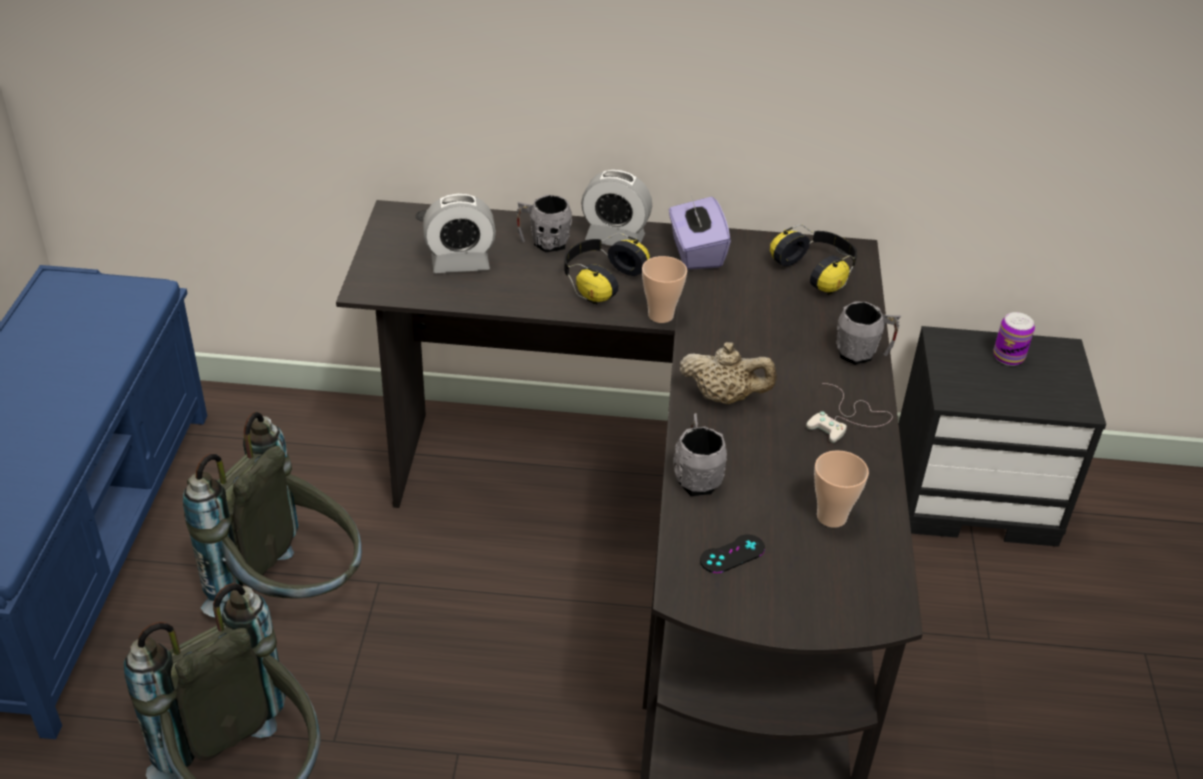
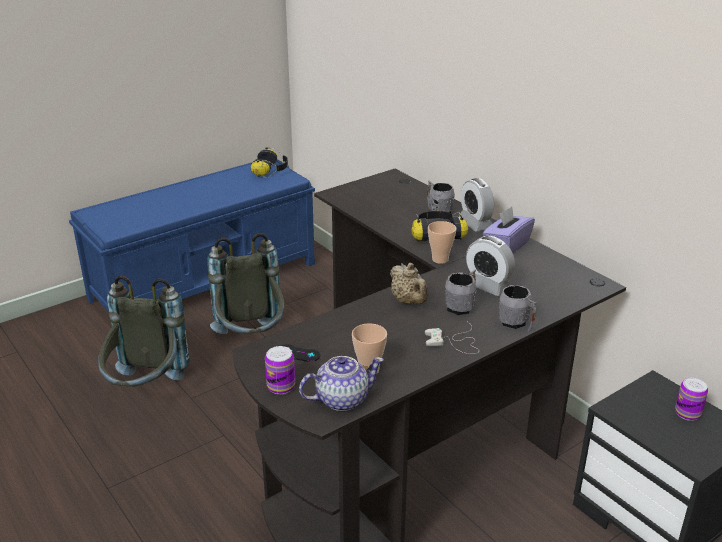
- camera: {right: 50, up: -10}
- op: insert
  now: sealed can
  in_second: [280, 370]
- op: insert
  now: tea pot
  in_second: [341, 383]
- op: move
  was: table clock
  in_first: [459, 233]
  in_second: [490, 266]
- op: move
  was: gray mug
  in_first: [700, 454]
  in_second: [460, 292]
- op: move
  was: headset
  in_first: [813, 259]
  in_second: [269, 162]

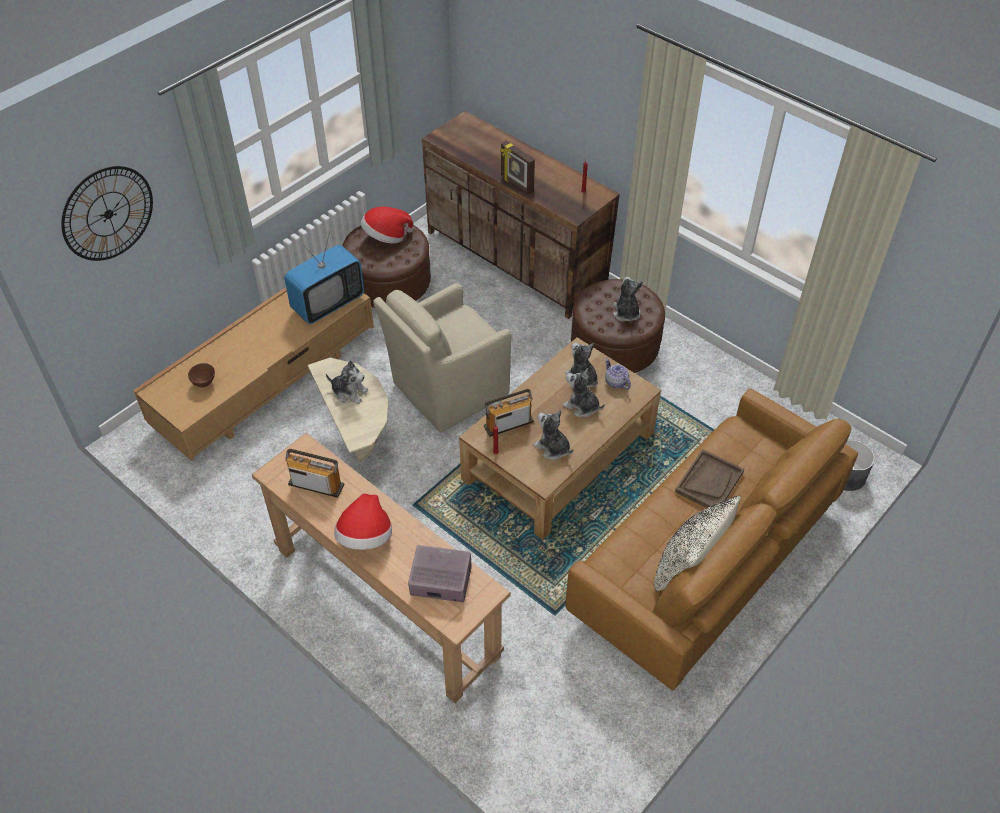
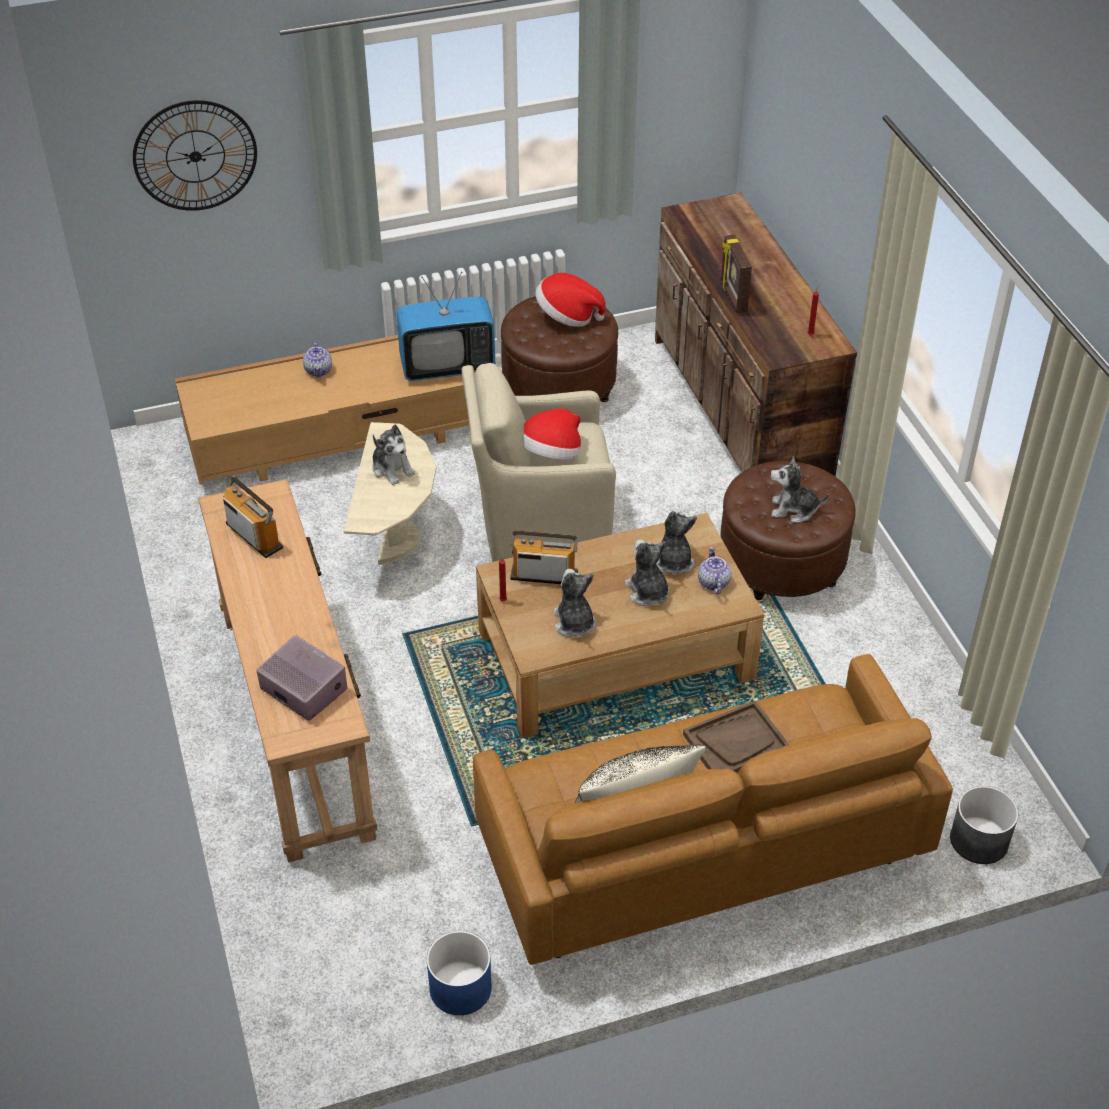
- camera: {right: 30, up: -5}
- op: delete
  was: brownish serving bowl
  in_first: [201, 375]
- op: insert
  now: tea pot
  in_second: [317, 359]
- op: insert
  now: blue-coloured planter
  in_second: [459, 973]
- op: move
  was: wearable hat
  in_first: [363, 522]
  in_second: [552, 434]
- op: rotate
  was: plush toy
  in_first: [628, 299]
  in_second: [799, 489]
  clockwise: -105

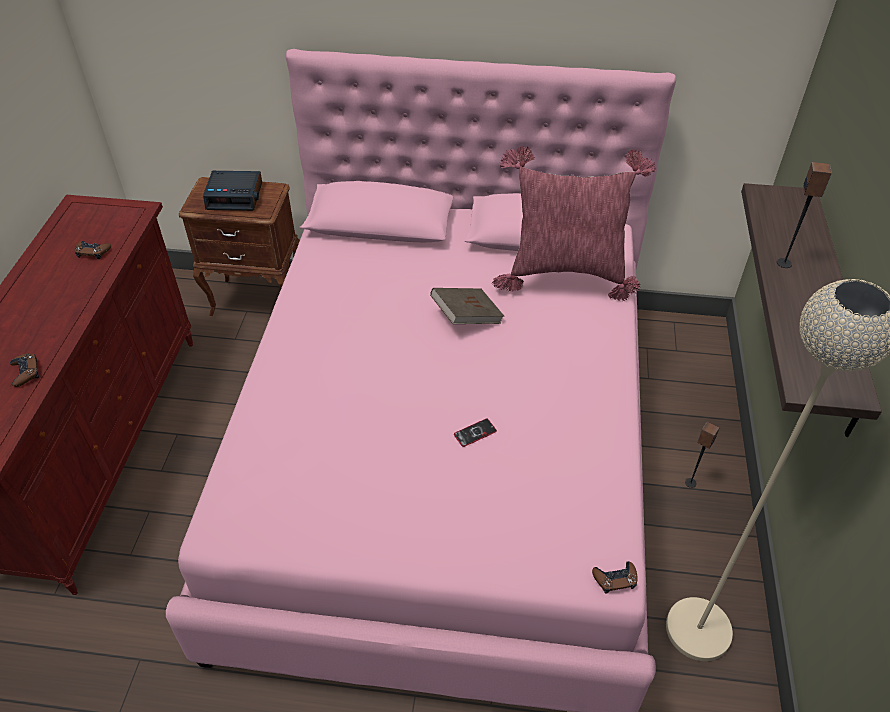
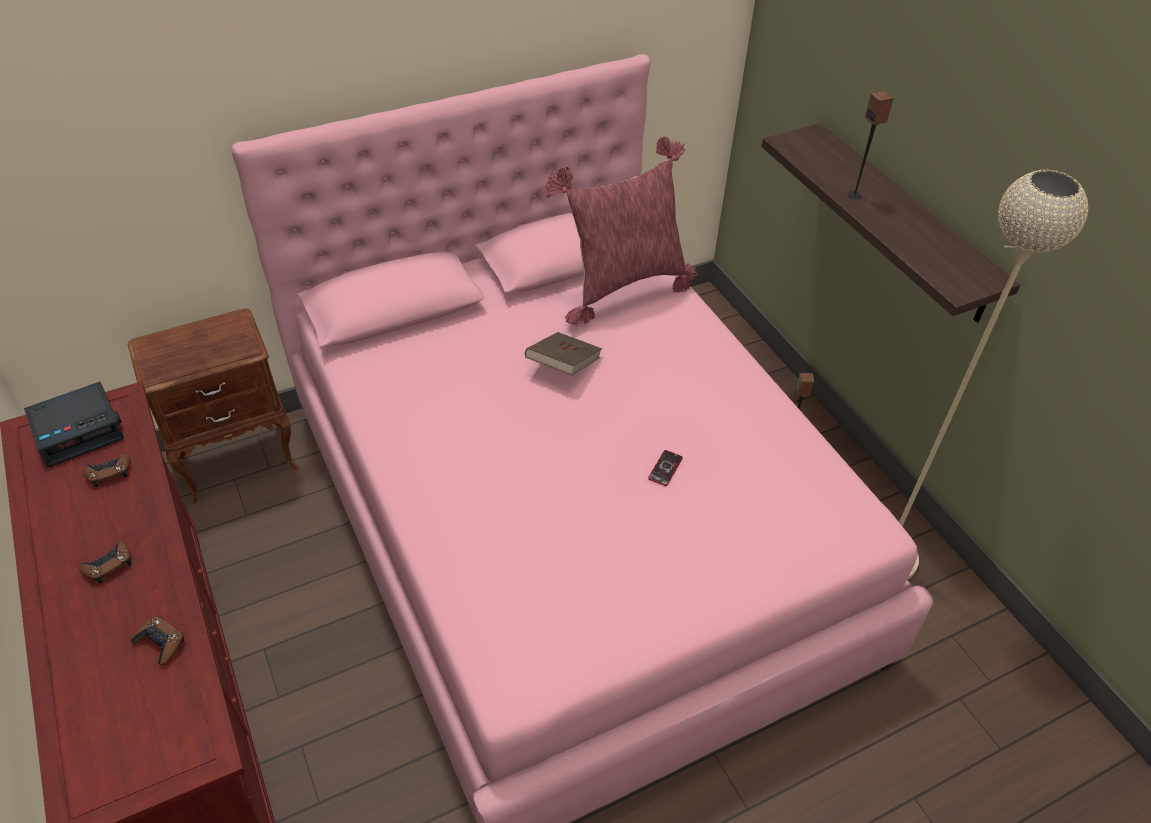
- camera: {right: -35, up: 0}
- op: move
  was: table clock
  in_first: [232, 191]
  in_second: [74, 424]
- op: move
  was: brownish joypad
  in_first: [615, 577]
  in_second: [105, 562]

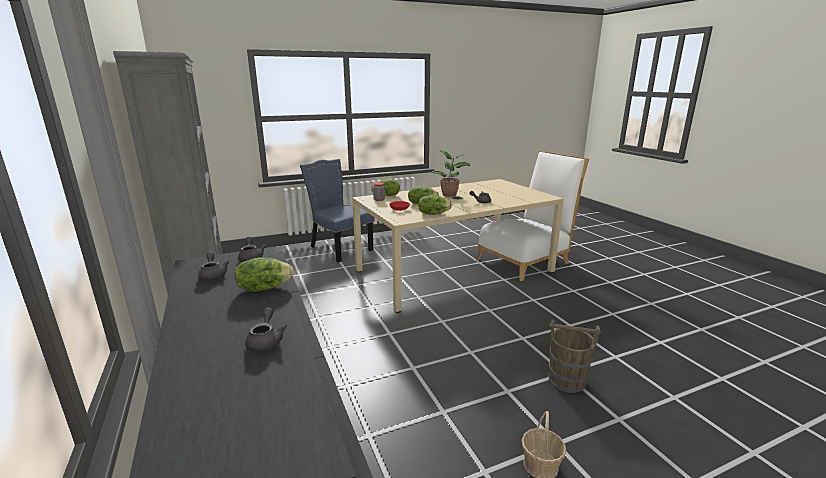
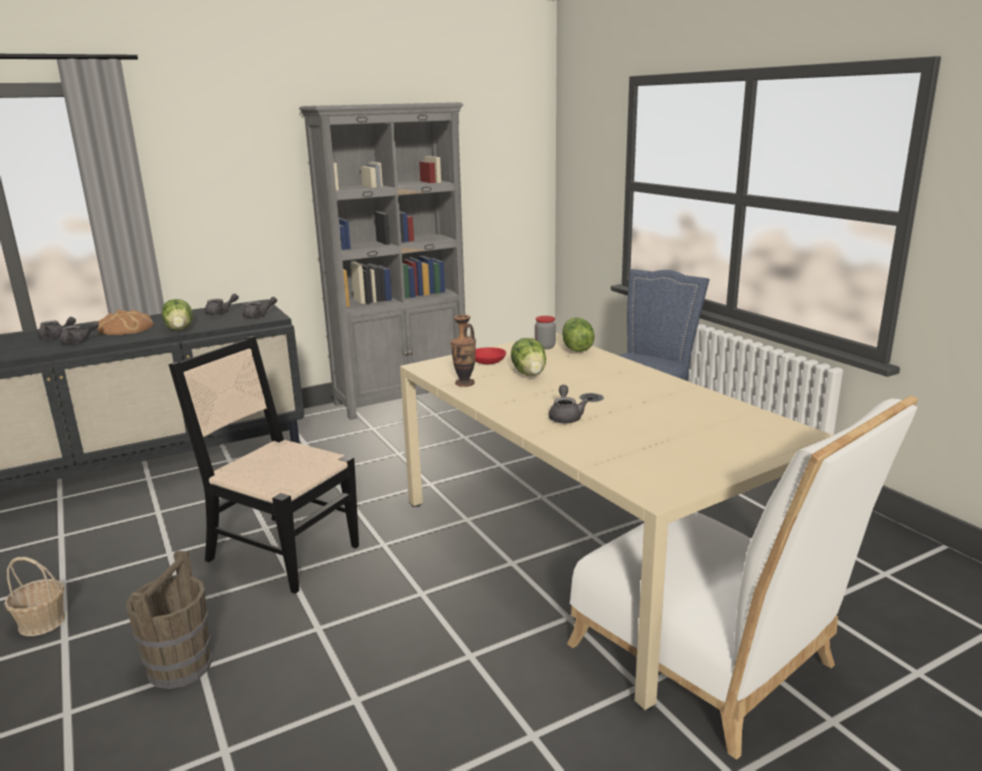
- camera: {right: 85, up: 0}
- op: delete
  was: potted plant
  in_first: [450, 173]
- op: insert
  now: gray tea pot
  in_second: [57, 328]
- op: insert
  now: bread
  in_second: [125, 322]
- op: insert
  now: chair
  in_second: [264, 465]
- op: replace
  was: head of lettuce
  now: flower vase
  in_first: [435, 205]
  in_second: [463, 351]

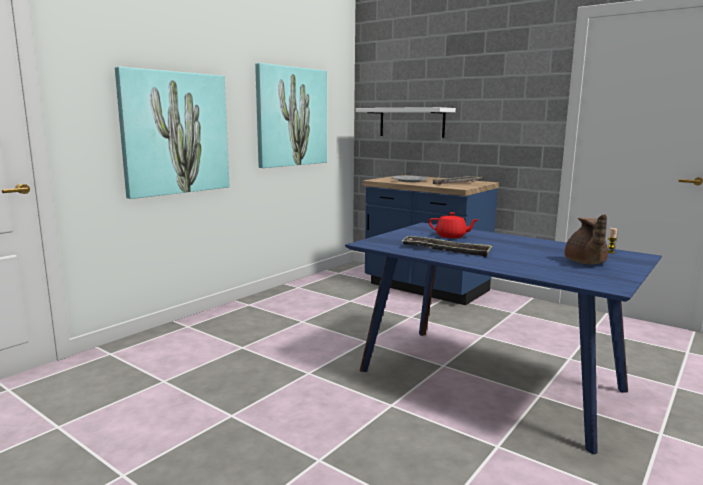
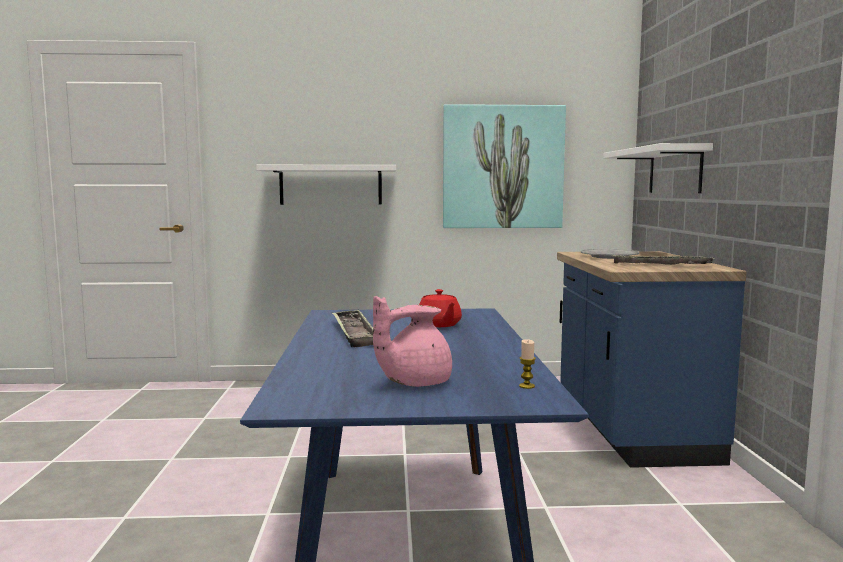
- camera: {right: 50, up: -5}
- op: replace
  was: picture
  now: whitish wall shelf
  in_first: [172, 133]
  in_second: [326, 185]
- op: recolor
  was: brownish tea pot
  now: pink-coloured tea pot
  in_first: [586, 239]
  in_second: [412, 341]

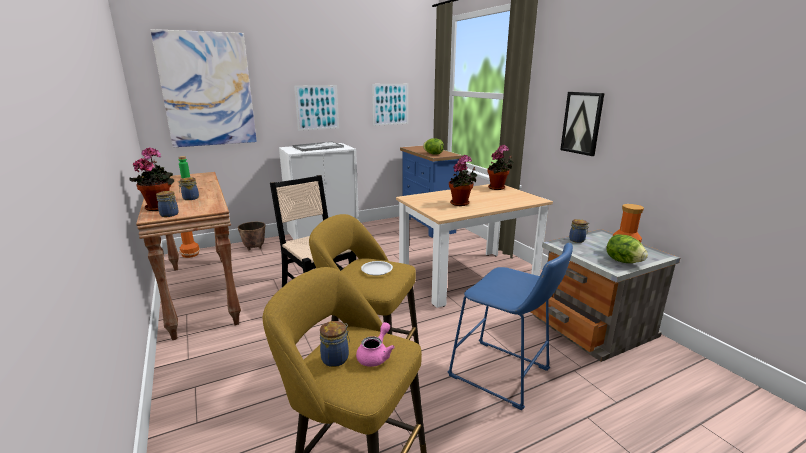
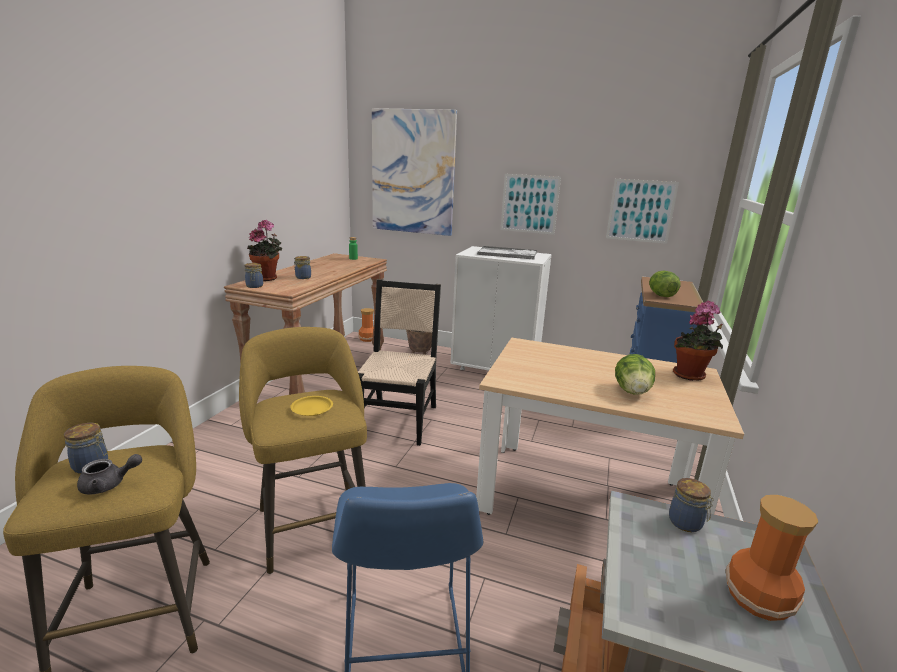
- camera: {right: 45, up: 0}
- op: delete
  was: potted plant
  in_first: [463, 180]
- op: delete
  was: picture
  in_first: [582, 124]
- op: move
  was: head of lettuce
  in_first: [627, 248]
  in_second: [635, 374]
- op: recolor
  was: pink-coloured tea pot
  now: gray tea pot
  in_first: [375, 344]
  in_second: [109, 474]
- op: recolor
  was: whitish flat dish
  now: yellow flat dish
  in_first: [377, 268]
  in_second: [311, 406]

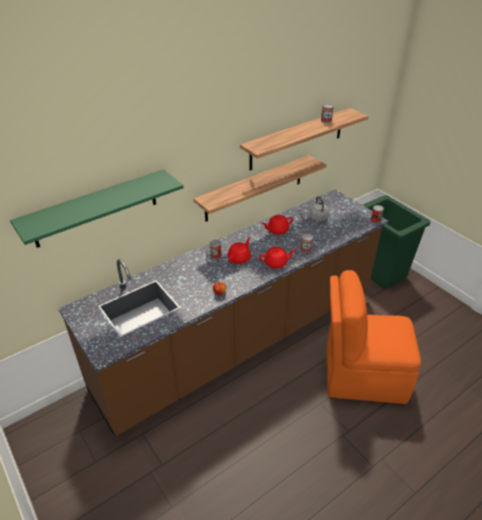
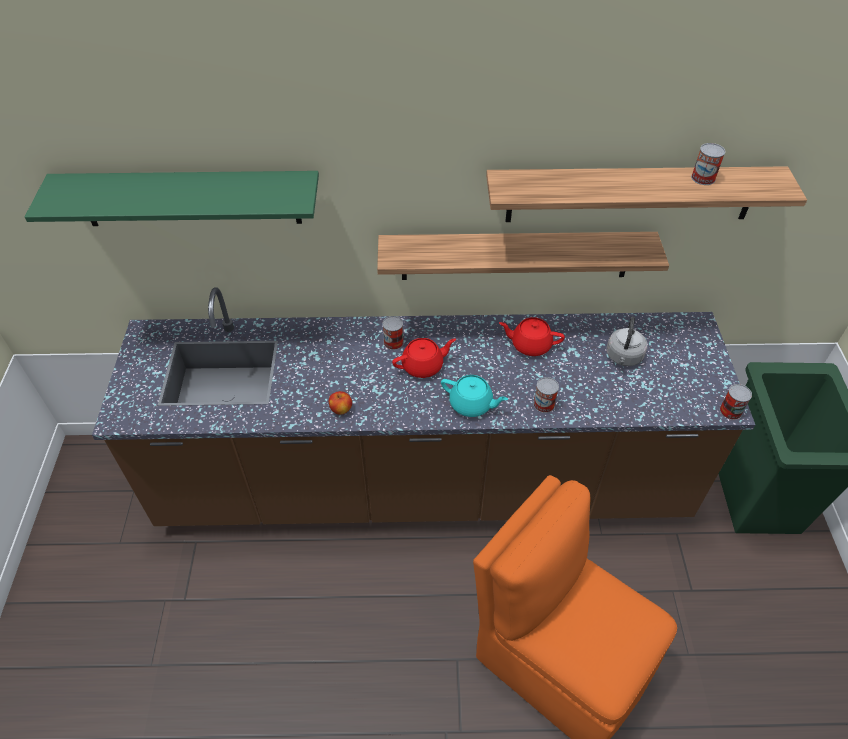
- camera: {right: 35, up: 10}
- op: recolor
  was: red-coloured tea pot
  now: turquoise-coloured tea pot
  in_first: [277, 258]
  in_second: [474, 396]

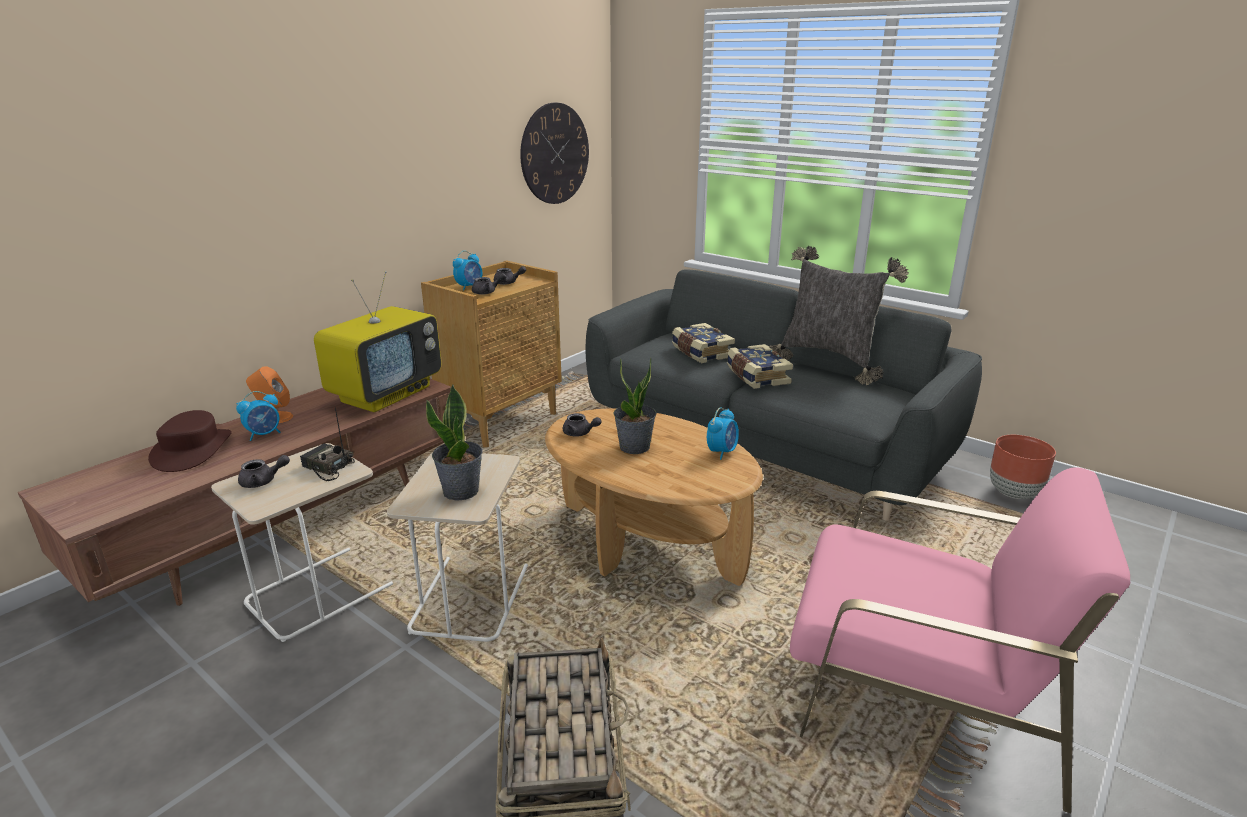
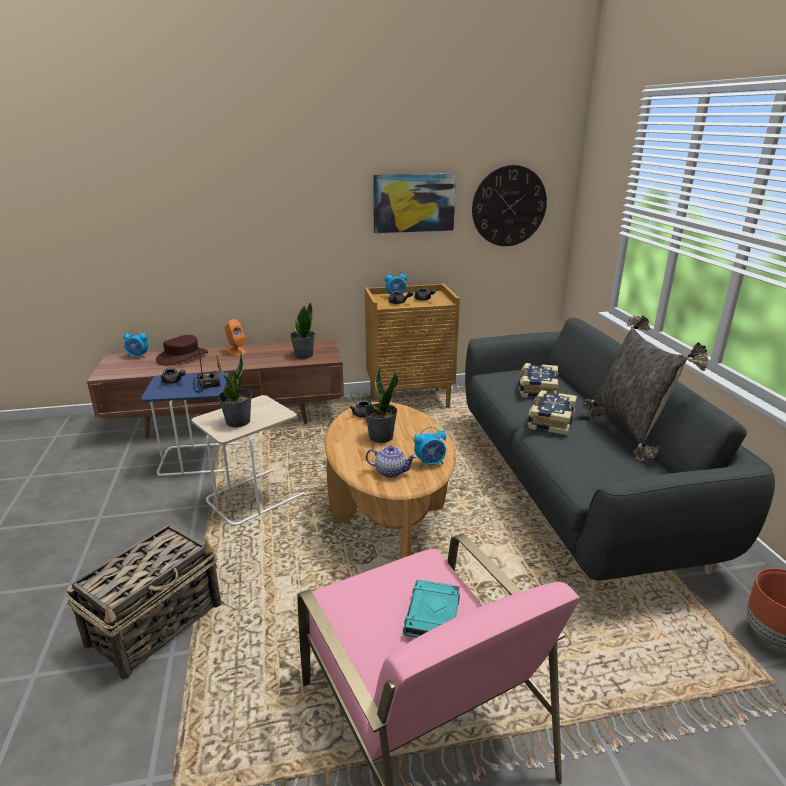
- camera: {right: 40, up: 0}
- op: insert
  now: tea pot
  in_second: [391, 462]
- op: insert
  now: picture
  in_second: [414, 203]
- op: insert
  now: turquoise-coloured book
  in_second: [431, 609]
- op: move
  was: table clock
  in_first: [258, 416]
  in_second: [136, 343]
- op: replace
  was: television
  now: potted plant
  in_first: [377, 341]
  in_second: [302, 330]
- op: recolor
  was: beige side table
  now: blue-coloured side table
  in_first: [302, 542]
  in_second: [189, 424]

